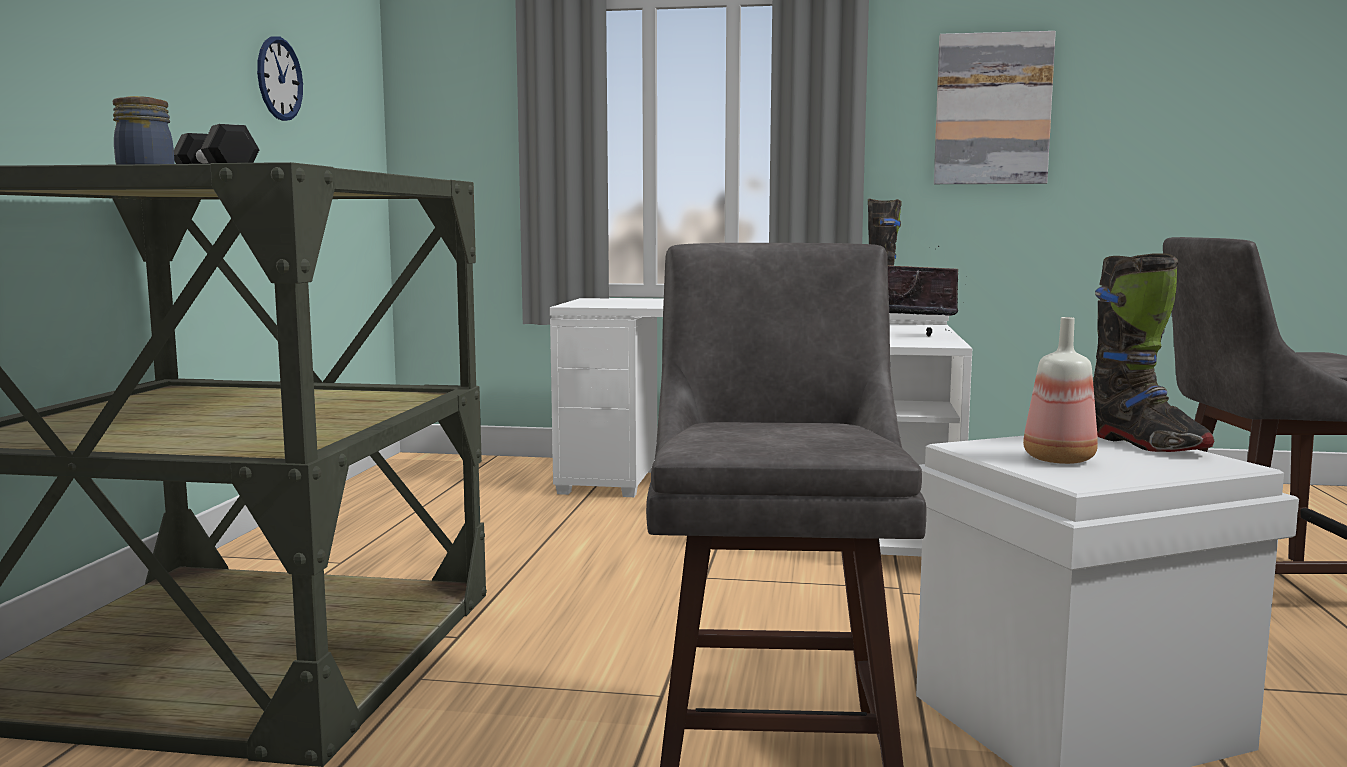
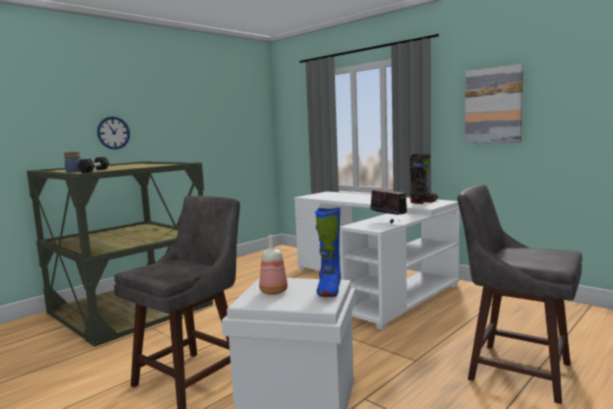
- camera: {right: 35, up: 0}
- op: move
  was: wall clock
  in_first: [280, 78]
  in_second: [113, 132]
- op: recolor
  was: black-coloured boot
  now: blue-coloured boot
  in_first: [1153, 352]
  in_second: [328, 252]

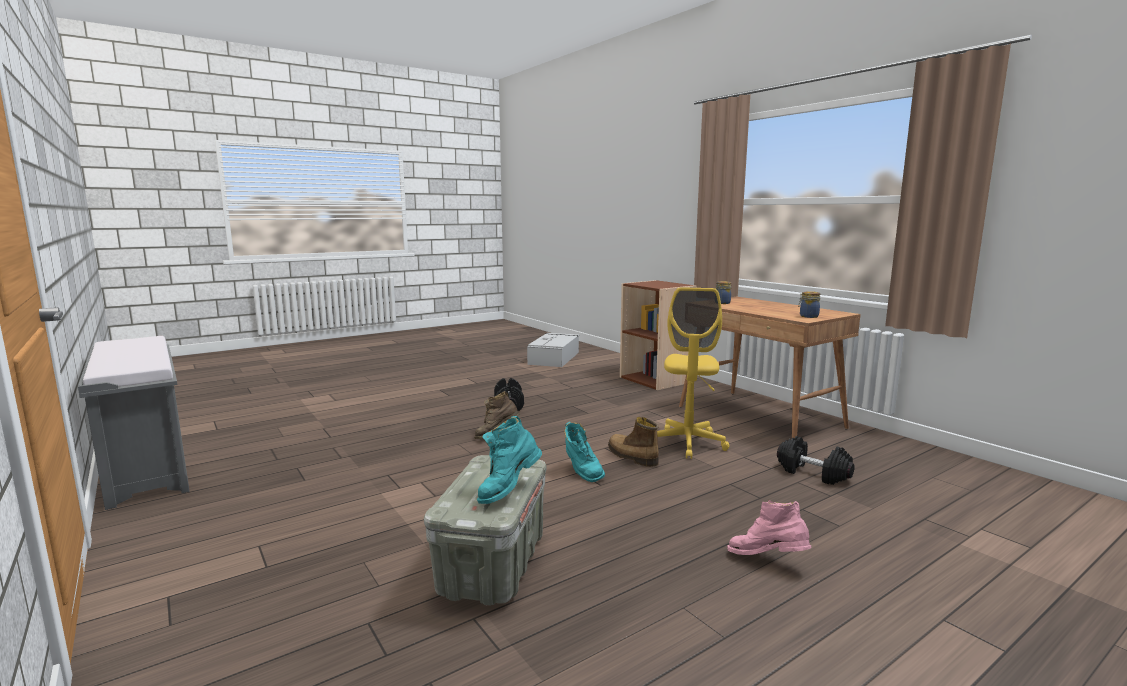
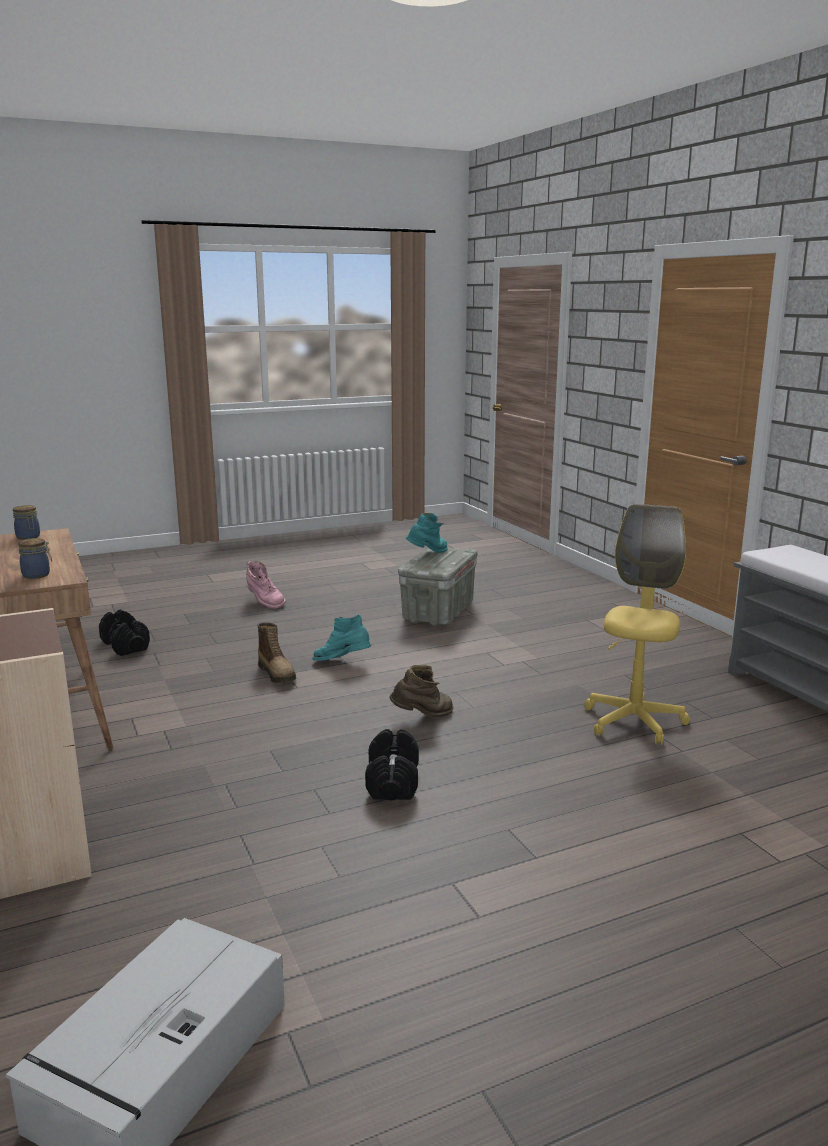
- camera: {right: -170, up: 5}
- op: move
  was: yellow computer chair
  in_first: [693, 373]
  in_second: [637, 624]
- op: rotate
  was: turquoise-coloured boot
  in_first: [584, 452]
  in_second: [342, 637]
  clockwise: -60

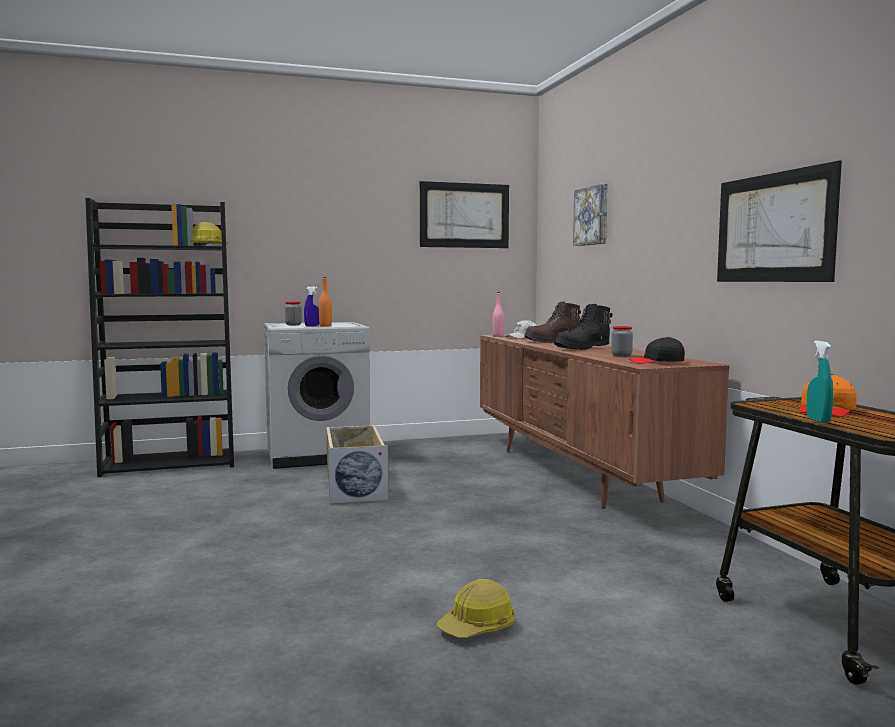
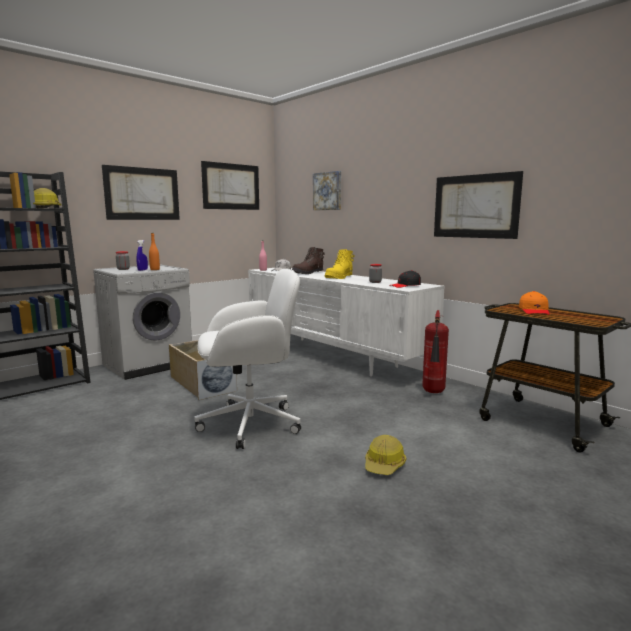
- camera: {right: -25, up: 5}
- op: delete
  was: turquoise-coloured hand sprayer
  in_first: [819, 382]
- op: insert
  now: picture
  in_second: [141, 192]
- op: insert
  now: whitish computer chair
  in_second: [247, 359]
- op: insert
  now: fire extinguisher
  in_second: [435, 351]
- op: recolor
  was: brownish cupboard
  now: whitish cupboard
  in_first: [605, 421]
  in_second: [346, 322]
- op: recolor
  was: black-coloured boot
  now: yellow boot
  in_first: [583, 327]
  in_second: [340, 264]

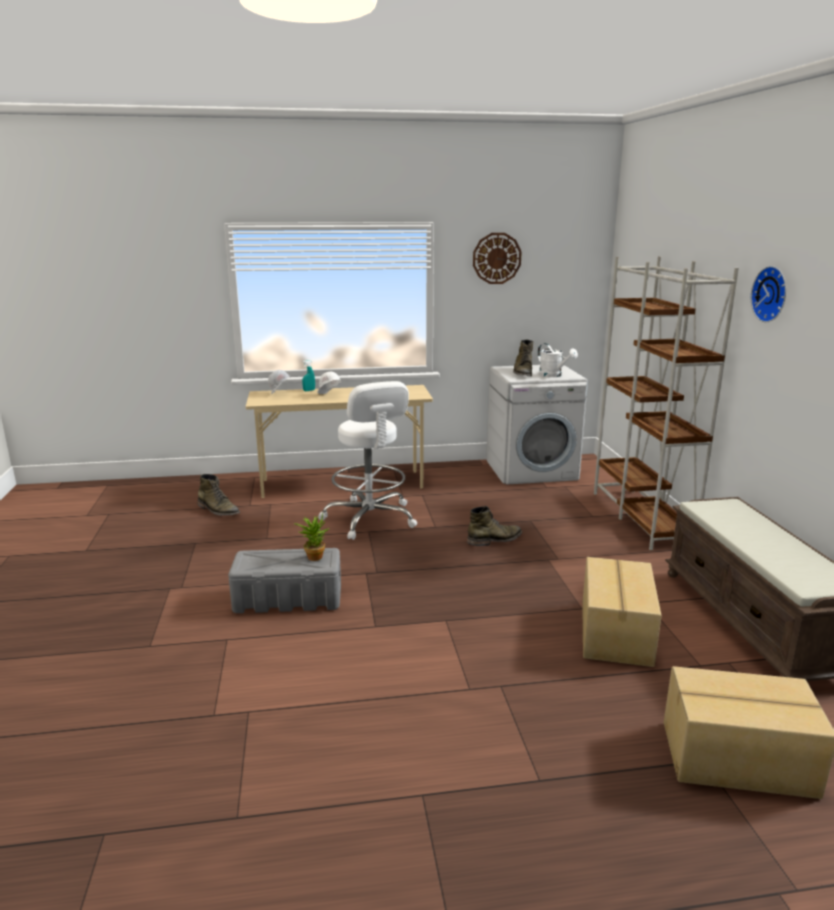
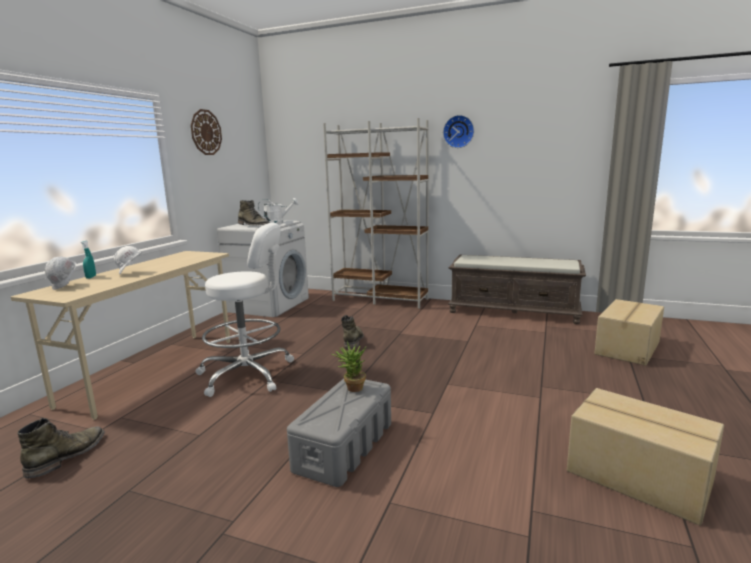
- camera: {right: -60, up: -5}
- op: move
  was: carton
  in_first: [622, 612]
  in_second: [645, 457]
- op: rotate
  was: green boot
  in_first: [219, 494]
  in_second: [61, 448]
  clockwise: -45

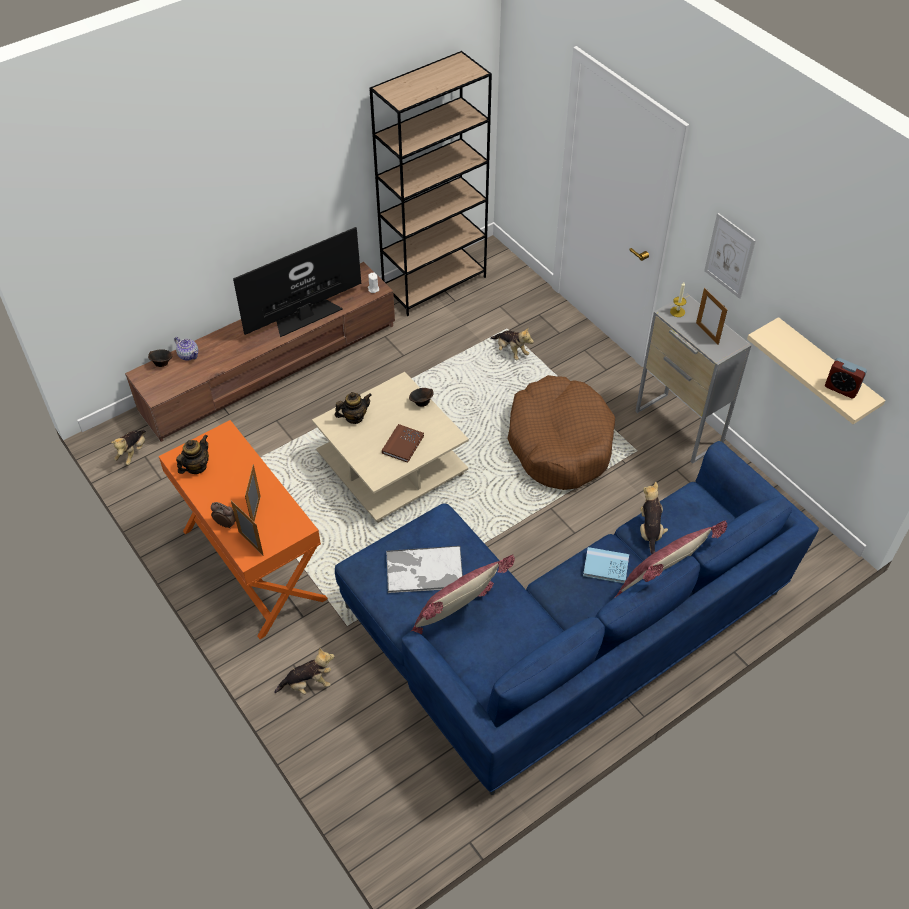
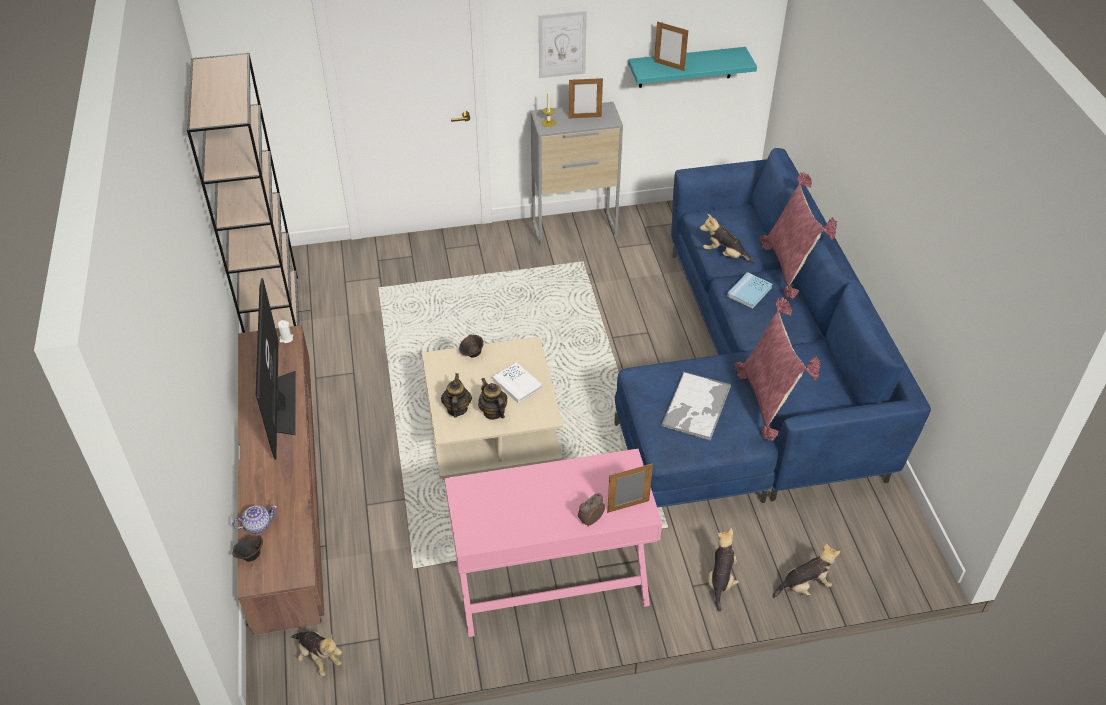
- camera: {right: -65, up: -5}
- op: delete
  was: brownish dog bed
  in_first: [561, 432]
- op: delete
  was: table clock
  in_first: [846, 378]
- op: move
  was: tea pot
  in_first: [192, 454]
  in_second: [492, 399]
- op: move
  was: photo frame
  in_first: [253, 492]
  in_second: [671, 46]
- op: move
  was: plush toy
  in_first: [512, 344]
  in_second: [806, 570]
- op: recolor
  was: orange-coloured hall table
  now: pink-coloured hall table
  in_first: [243, 529]
  in_second: [553, 543]
- op: recolor
  was: brownish book
  now: whitish book
  in_first: [403, 443]
  in_second: [517, 382]
- op: recolor
  was: beige wall shelf
  now: turquoise-coloured wall shelf
  in_first: [816, 370]
  in_second: [692, 67]

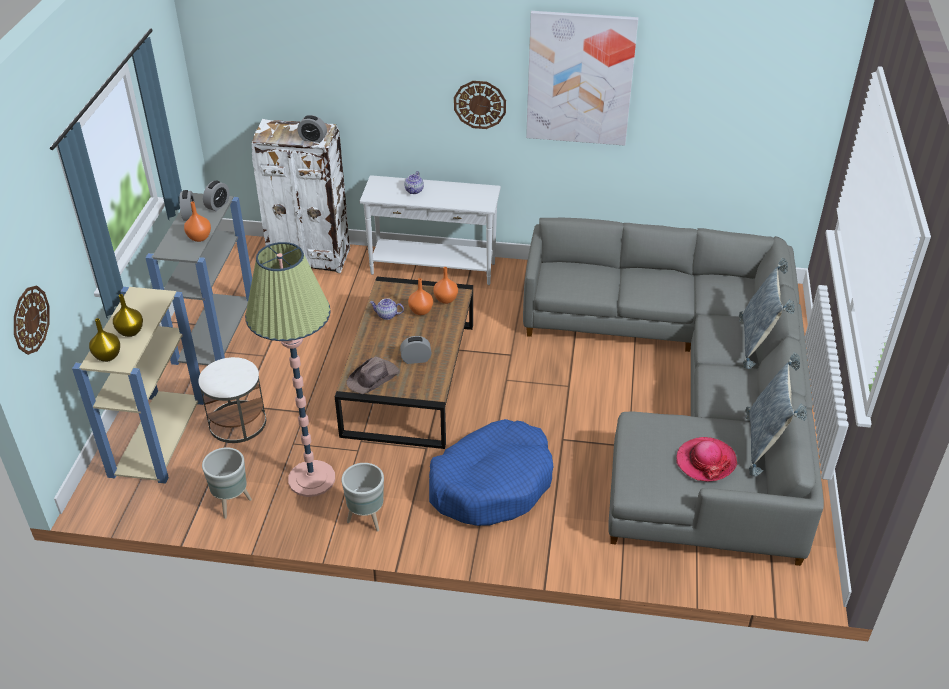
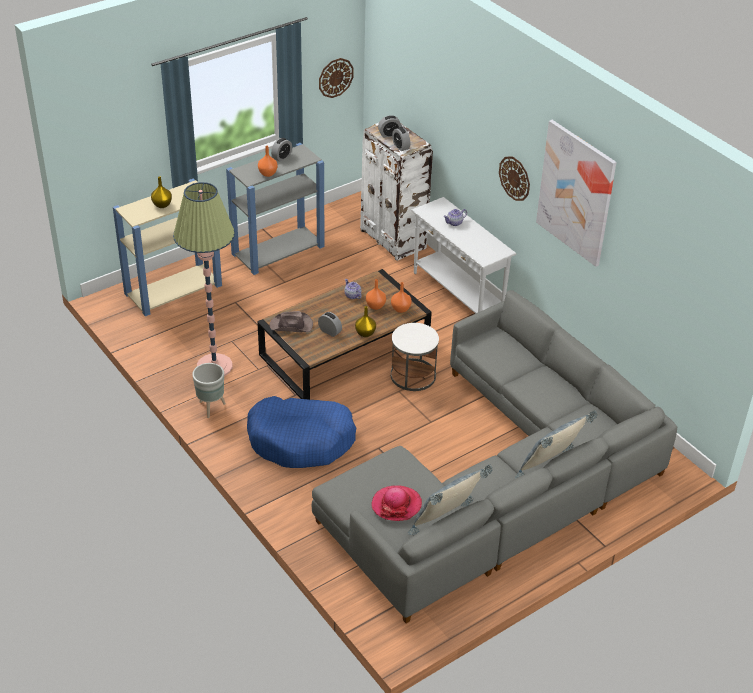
- camera: {right: 45, up: 0}
- op: delete
  was: gray planter
  in_first: [227, 483]
- op: move
  was: wall clock
  in_first: [32, 320]
  in_second: [336, 78]
- op: move
  was: yellow flower vase
  in_first: [104, 340]
  in_second: [365, 321]
- op: move
  was: whitish side table
  in_first: [232, 400]
  in_second: [415, 357]
- op: move
  was: table clock
  in_first: [216, 195]
  in_second: [390, 126]

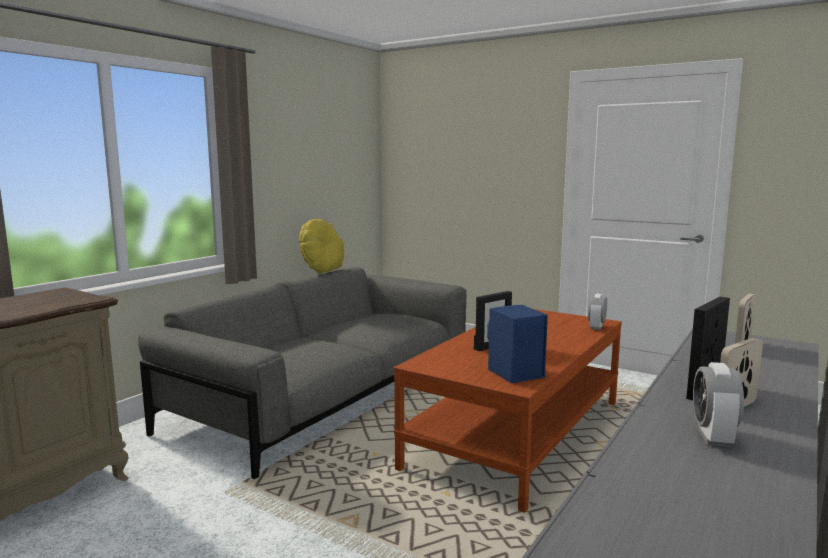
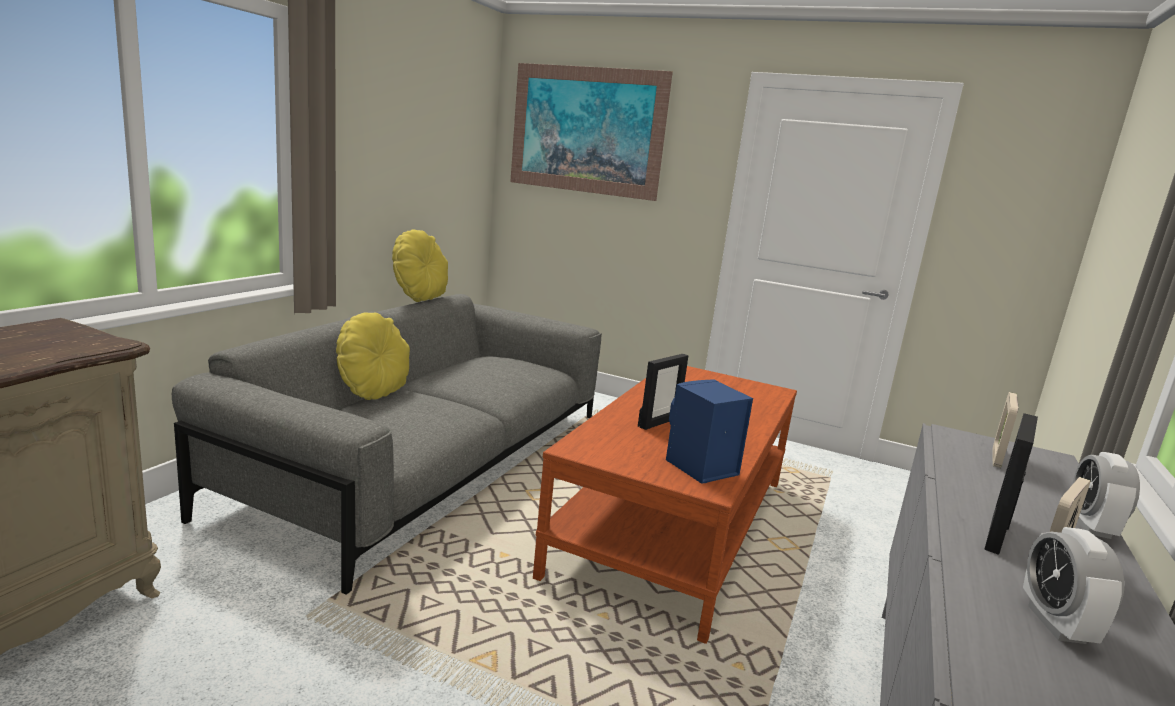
- camera: {right: -10, up: 5}
- op: insert
  now: yellow pillow
  in_second: [373, 356]
- op: insert
  now: picture
  in_second: [591, 132]
- op: move
  was: table clock
  in_first: [597, 312]
  in_second: [1106, 495]

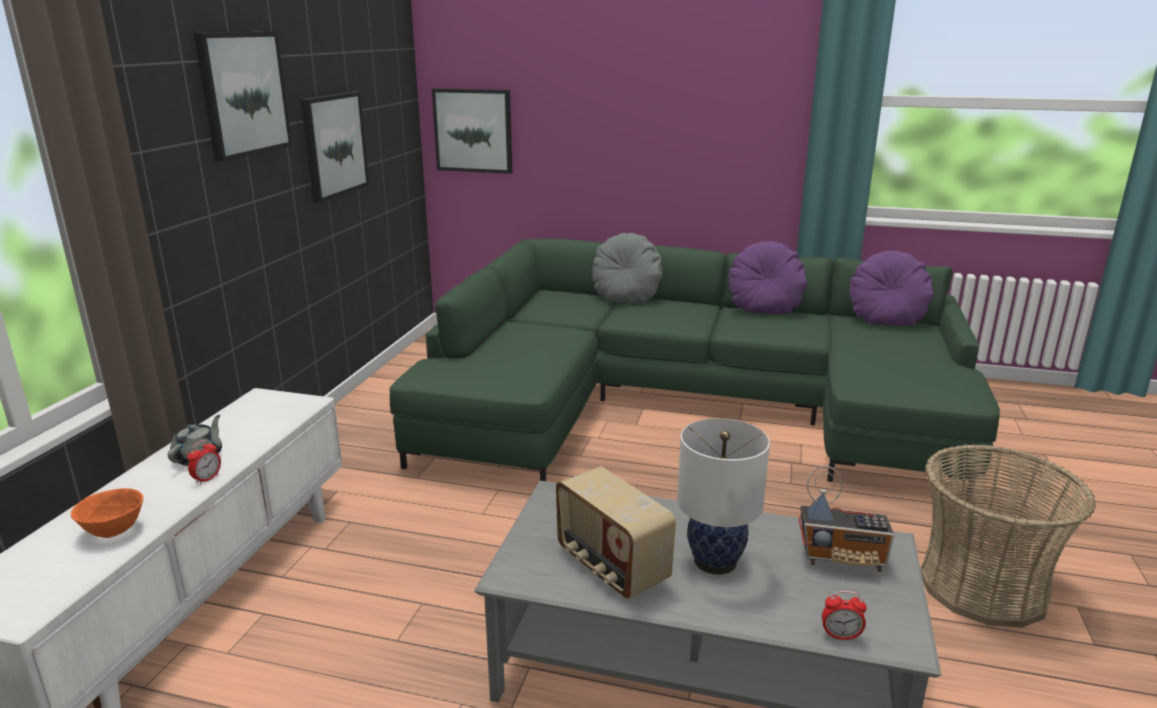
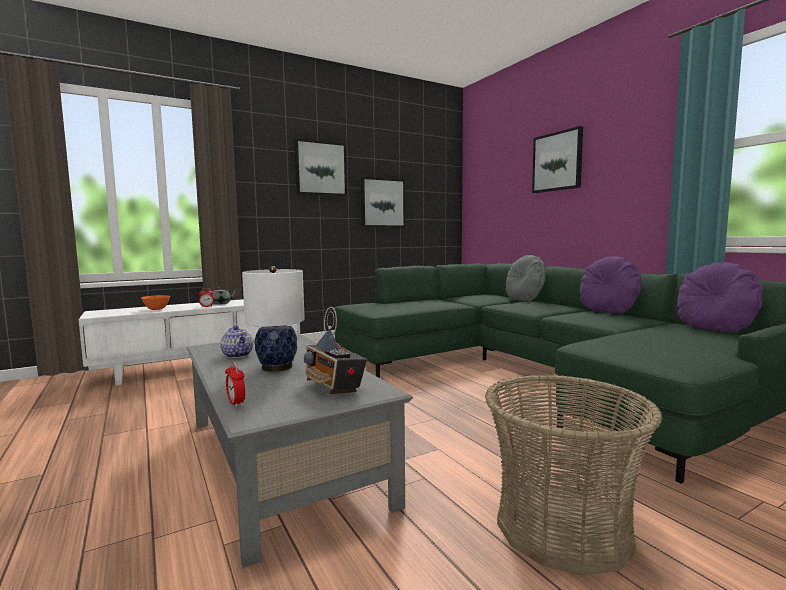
- camera: {right: 45, up: -15}
- op: move
  was: picture
  in_first: [472, 131]
  in_second: [557, 159]
- op: replace
  was: radio receiver
  now: tea pot
  in_first: [616, 532]
  in_second: [236, 342]

